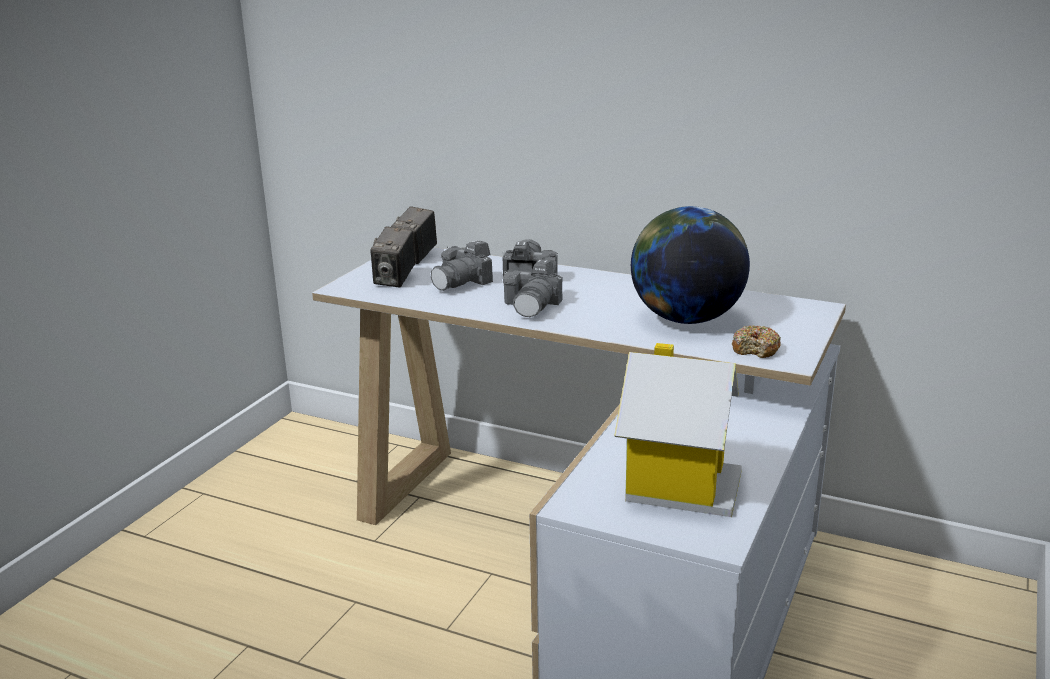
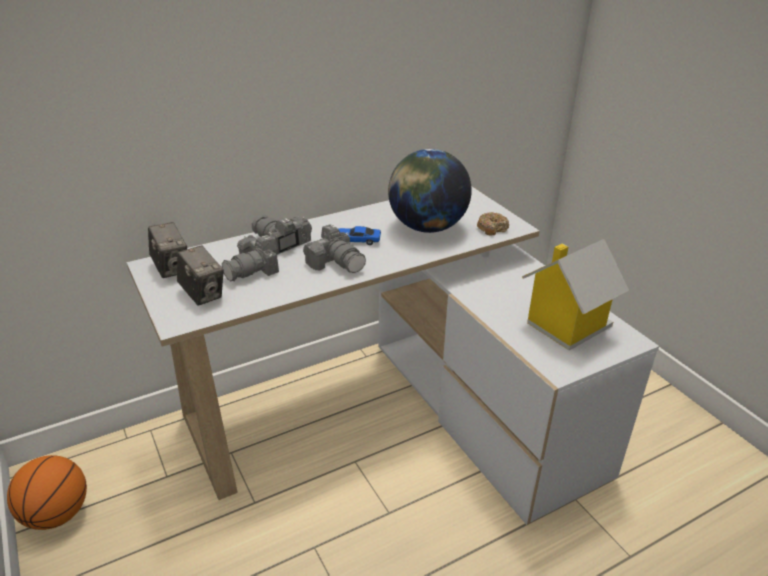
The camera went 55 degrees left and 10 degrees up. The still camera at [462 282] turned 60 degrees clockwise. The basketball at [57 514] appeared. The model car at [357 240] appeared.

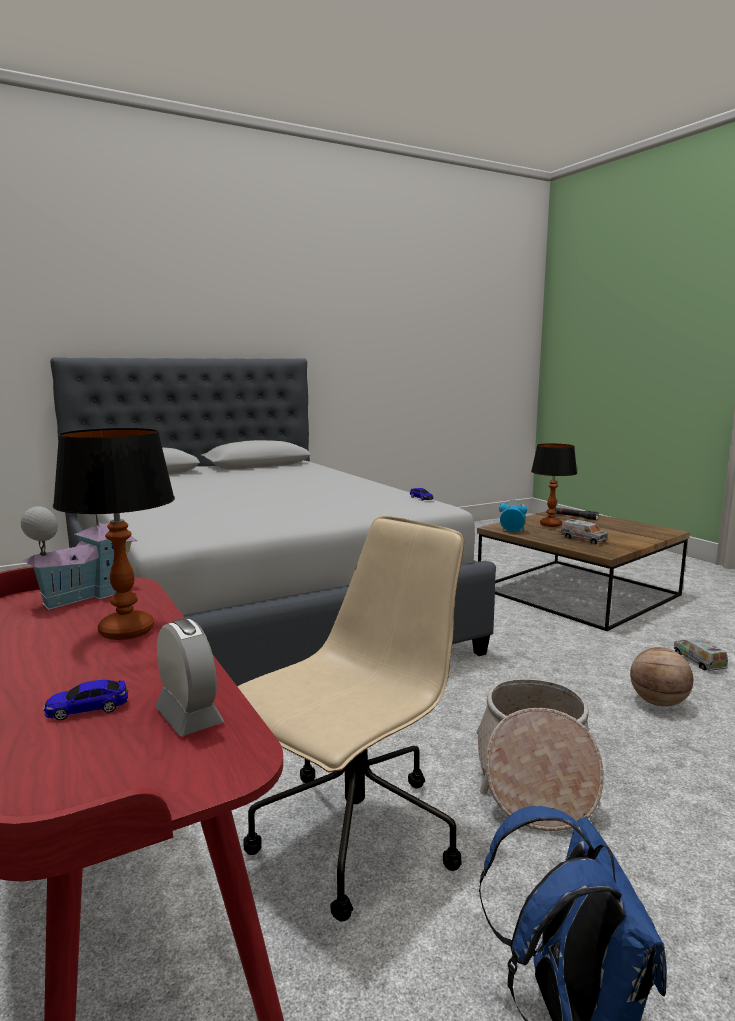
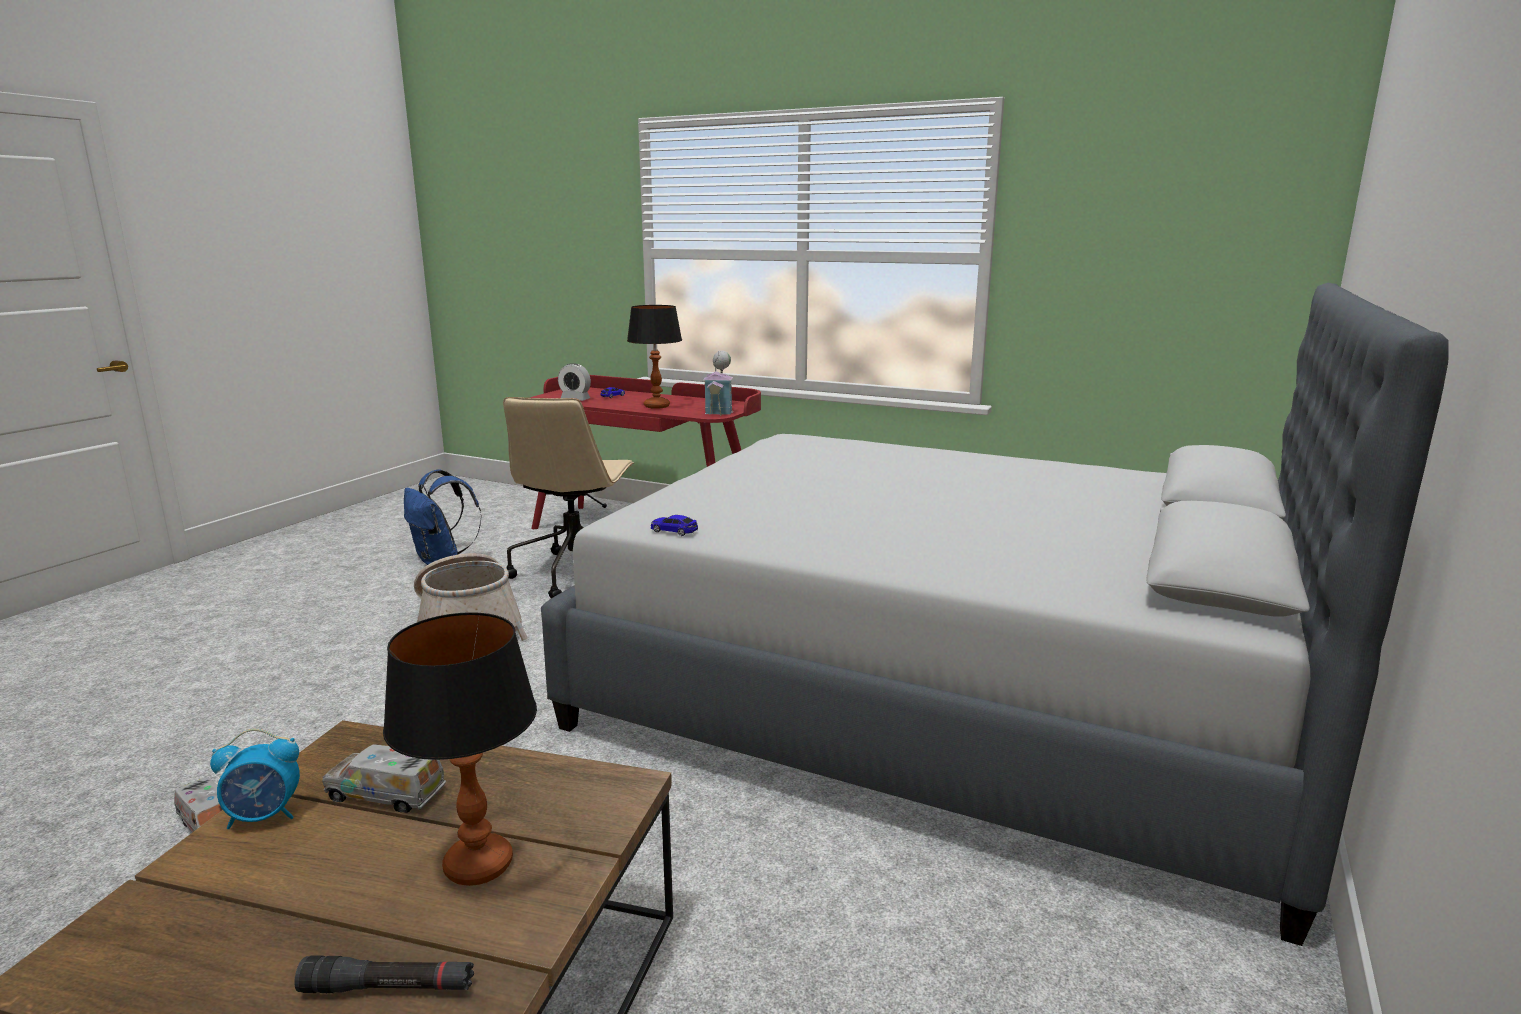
The camera went 145 degrees right and 5 degrees up. The alarm clock moved from [512 531] to [265 816]. The basketball at [658 702] disappeared.

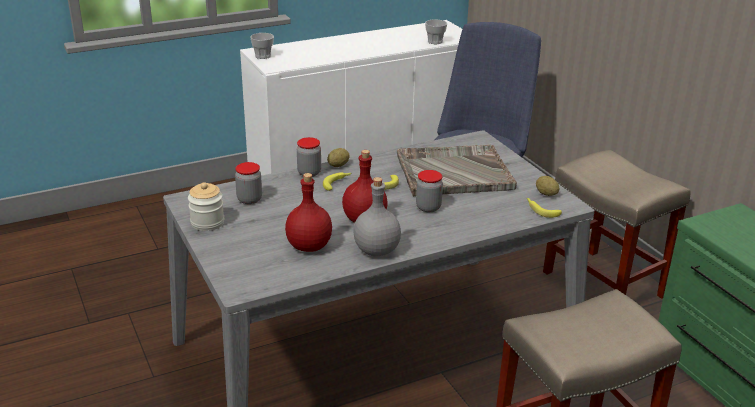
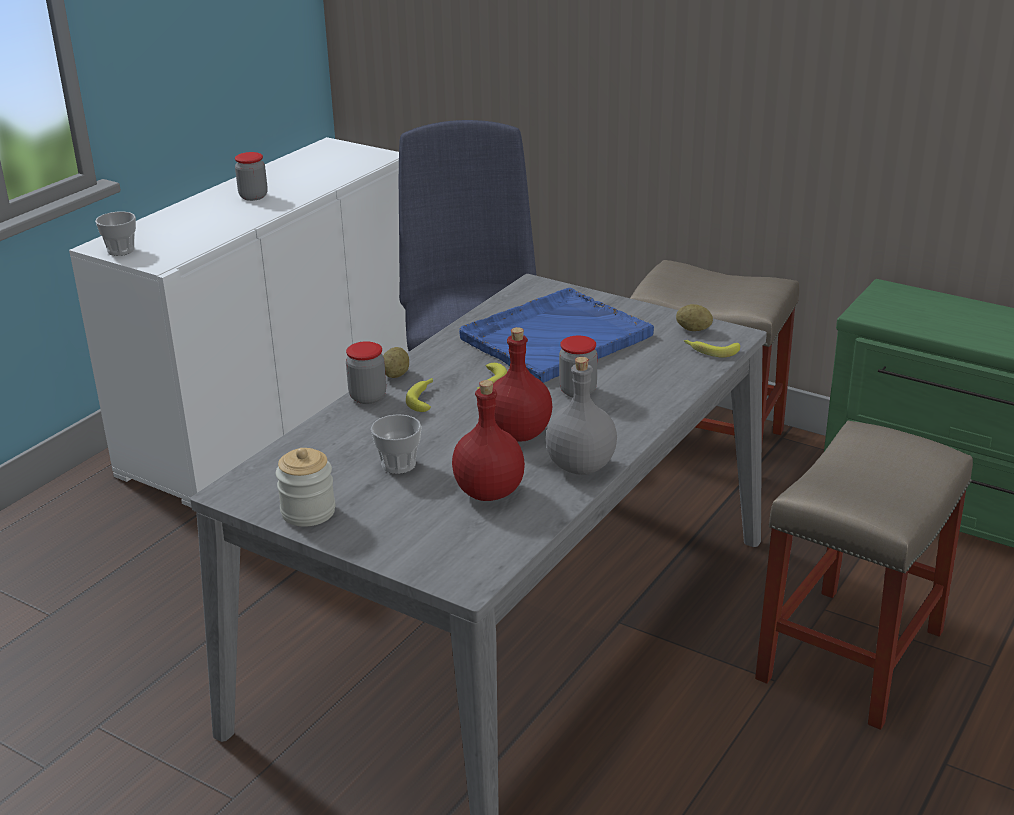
The camera went 30 degrees left and 0 degrees up. The jar moved from [249 199] to [253 196]. The tray (grey) at [453 172] became the tray (bluish) at [554 338]. The cup moved from [435 41] to [398 465].

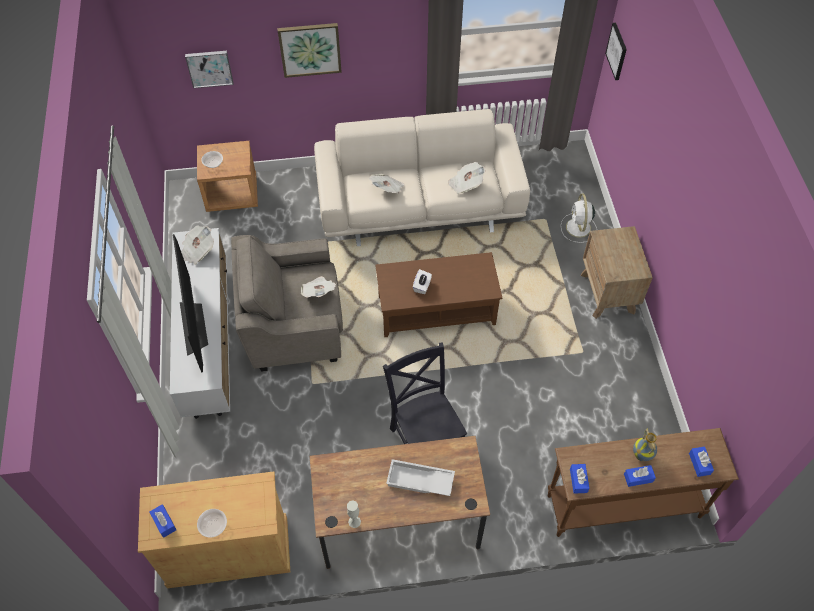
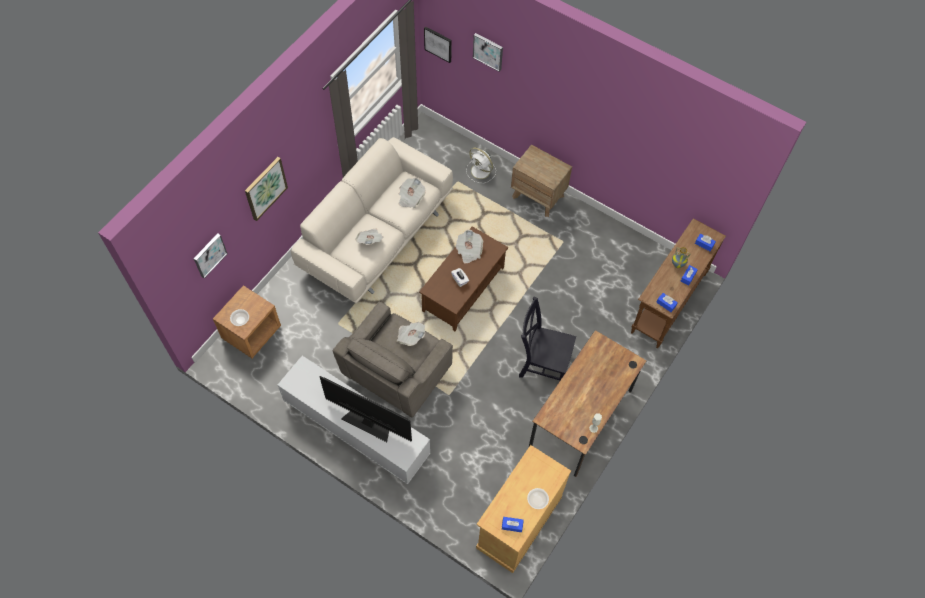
The camera went 50 degrees left and 5 degrees up. The printed paper moved from [197 251] to [469 251]. The tray (white-coloured) at [419 481] disappeared. The picture at [488 51] appeared.

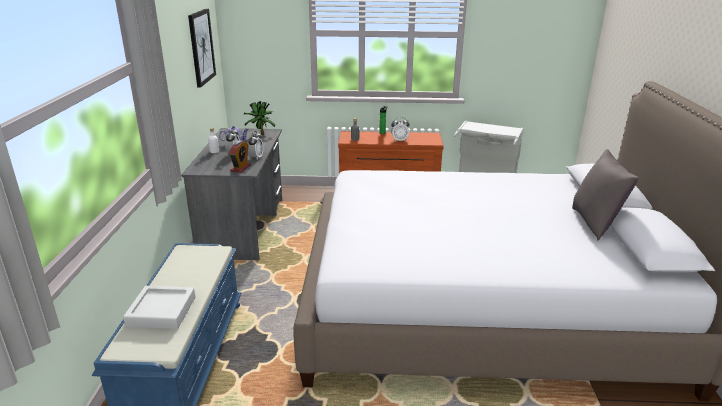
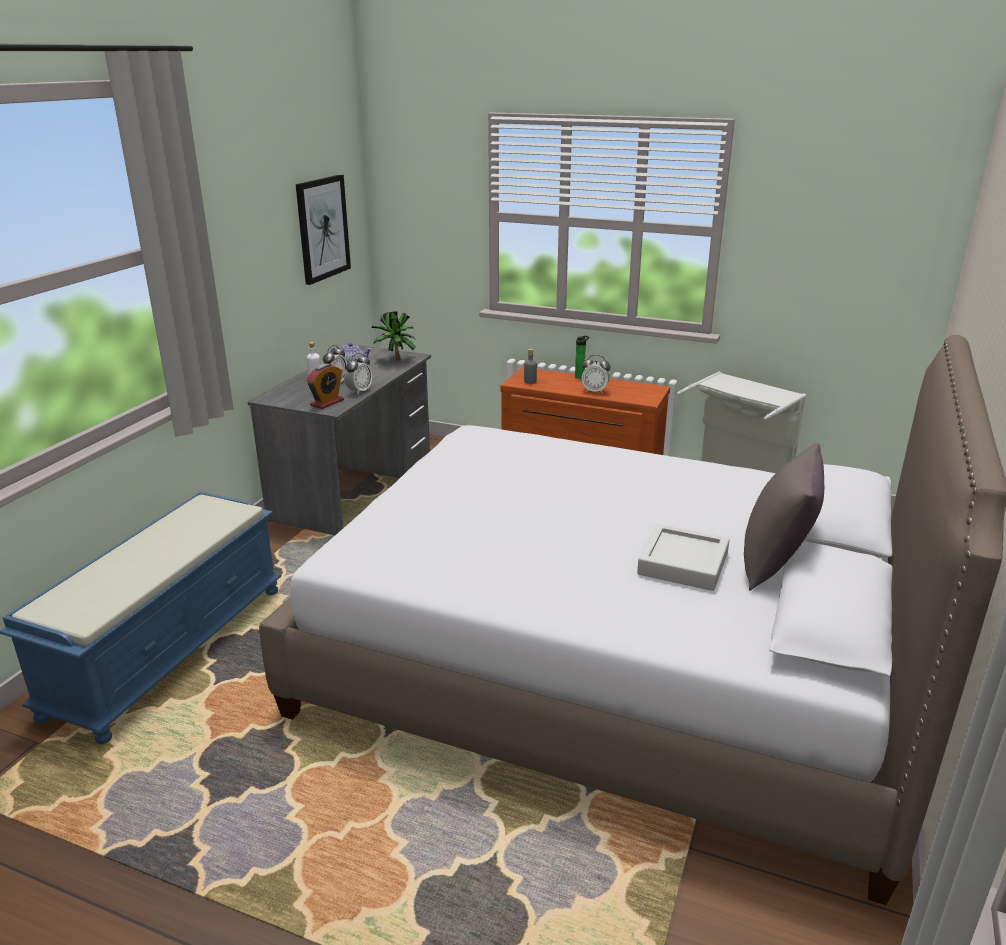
The camera went 20 degrees right and 0 degrees up. The tray (grey) moved from [161 311] to [683 564].

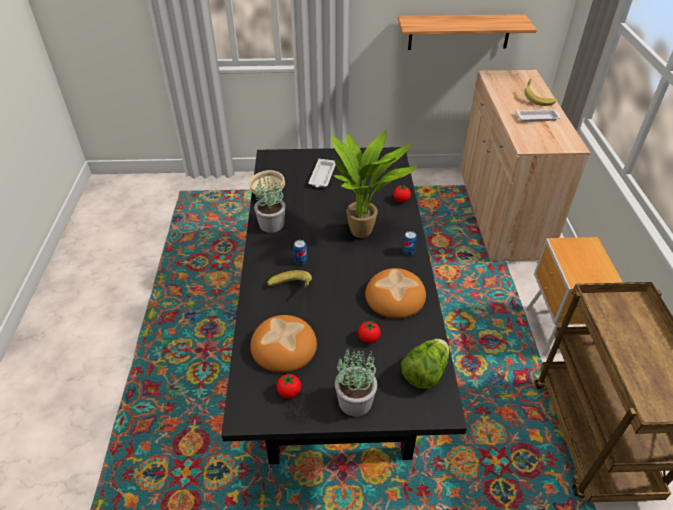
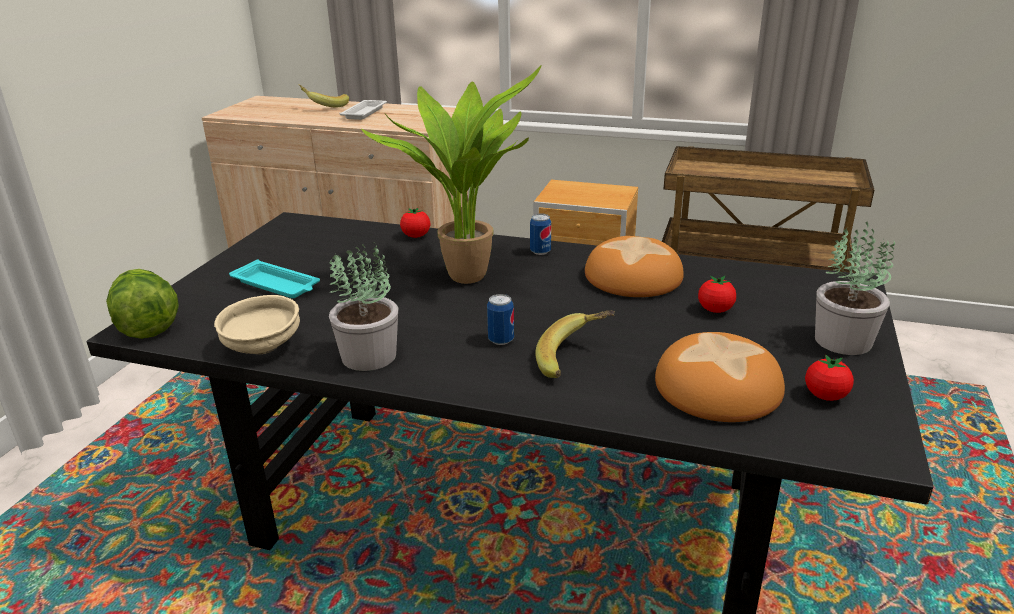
The camera went 70 degrees left and 15 degrees down. The tray (white-coloured) at [322 176] became the tray (turquoise) at [277 285]. The shelf at [459 32] disappeared. The head of lettuce moved from [425 373] to [146 326].

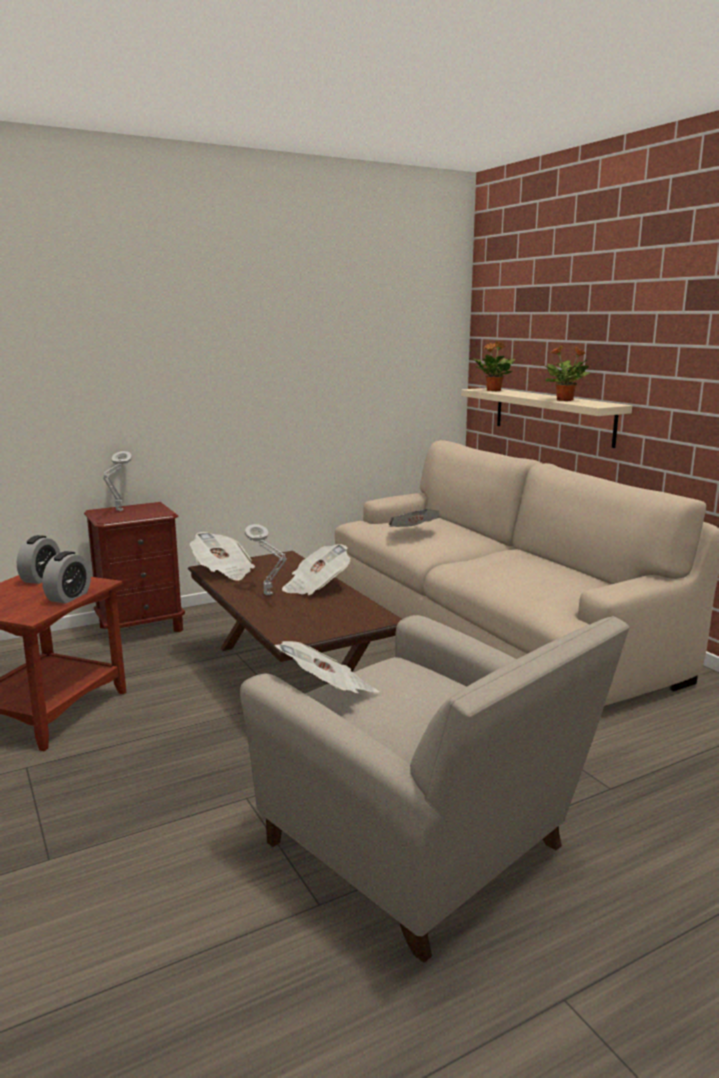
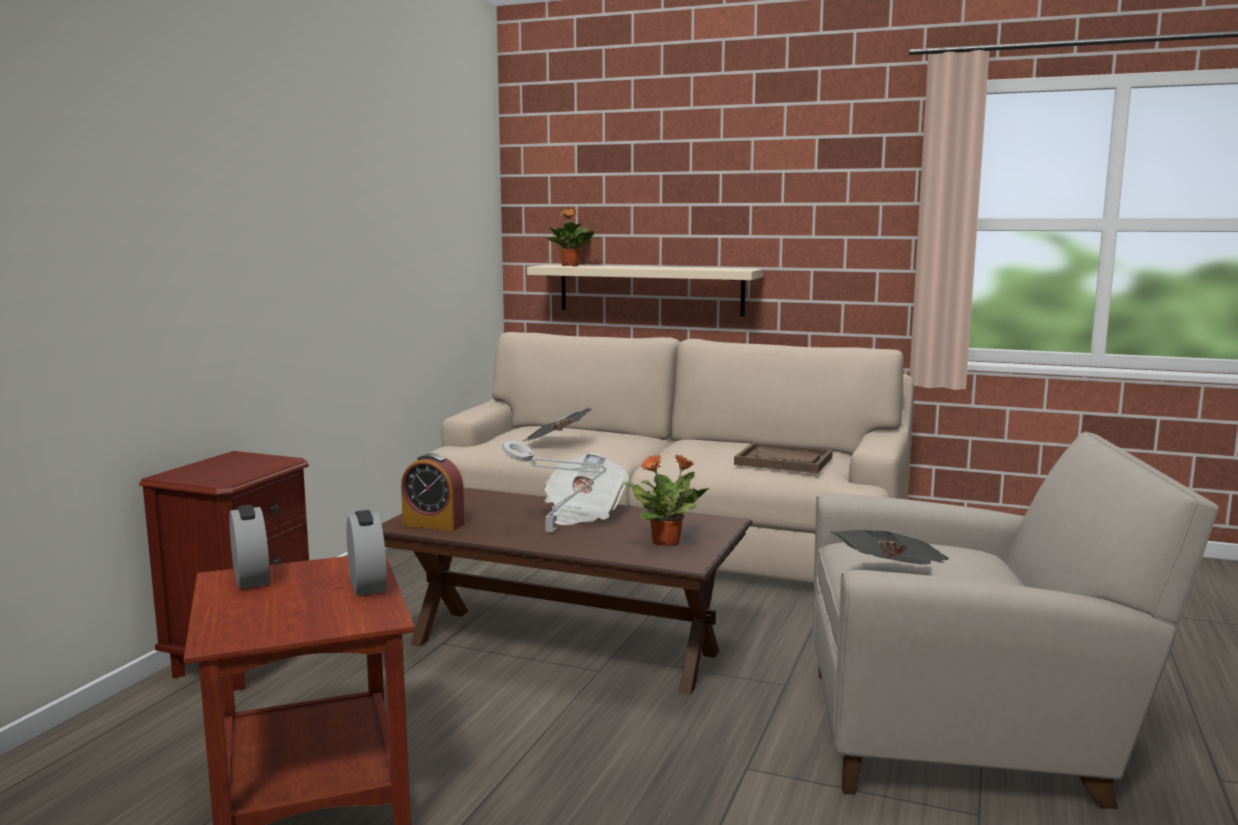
The camera went 40 degrees left and 5 degrees down. The lamp for a table (grey) at [119 511] disappeared. The printed paper at [223 572] was replaced by the alarm clock at [433 524]. The plant in a pot moved from [565 400] to [667 542]. The tray (brown-coloured) at [784 461] appeared.

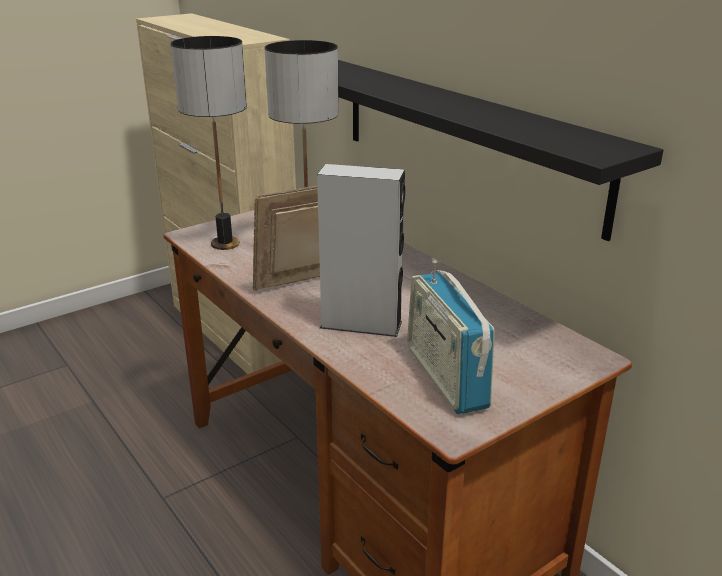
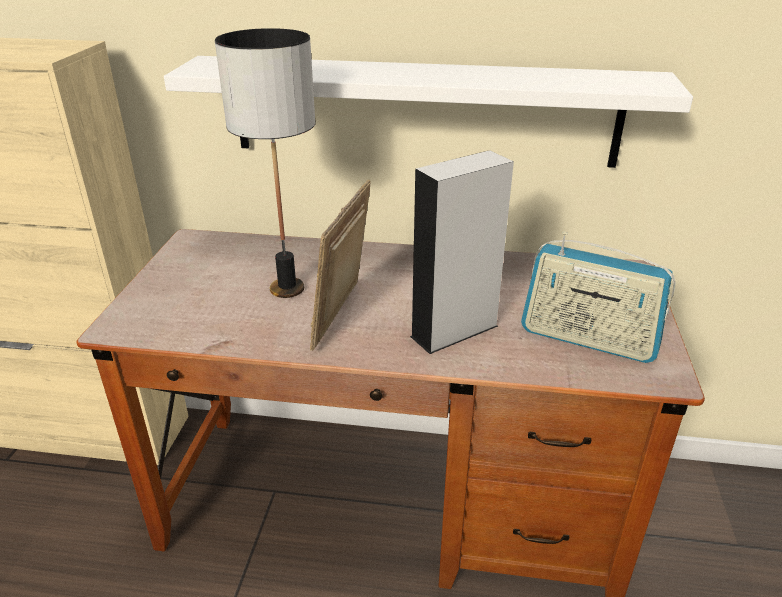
The camera went 45 degrees left and 5 degrees up. The lamp for a table at [224 244] disappeared. The shelf (blackish) at [463 139] became the shelf (white-coloured) at [423 111].

